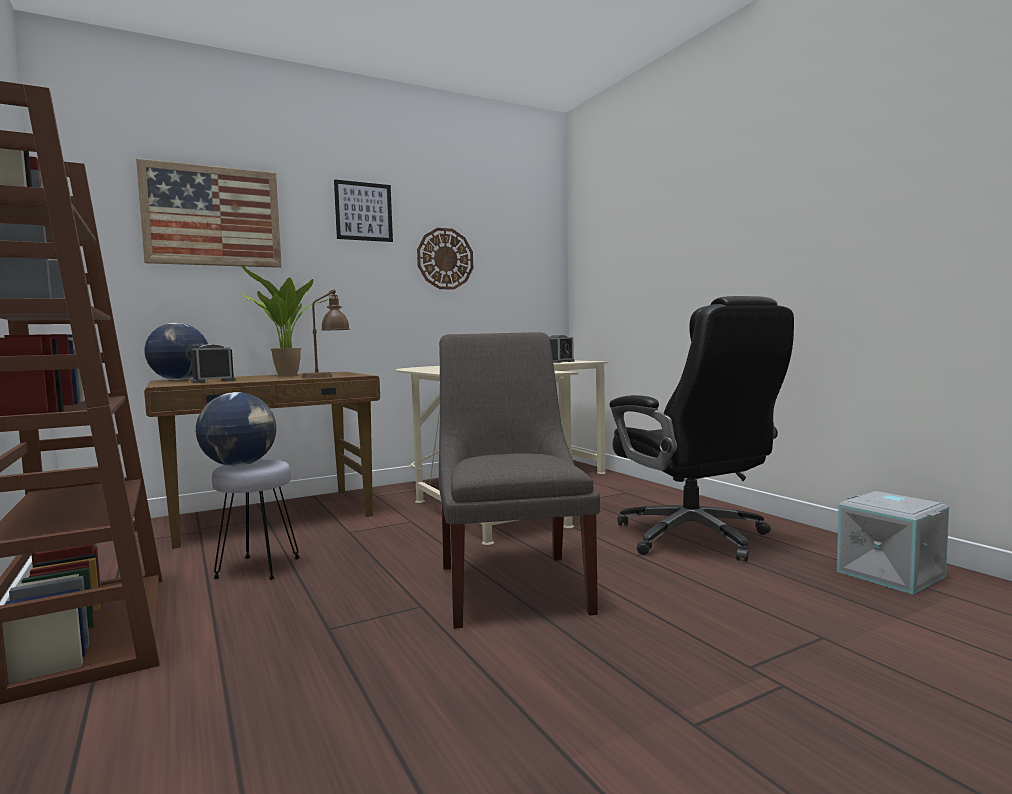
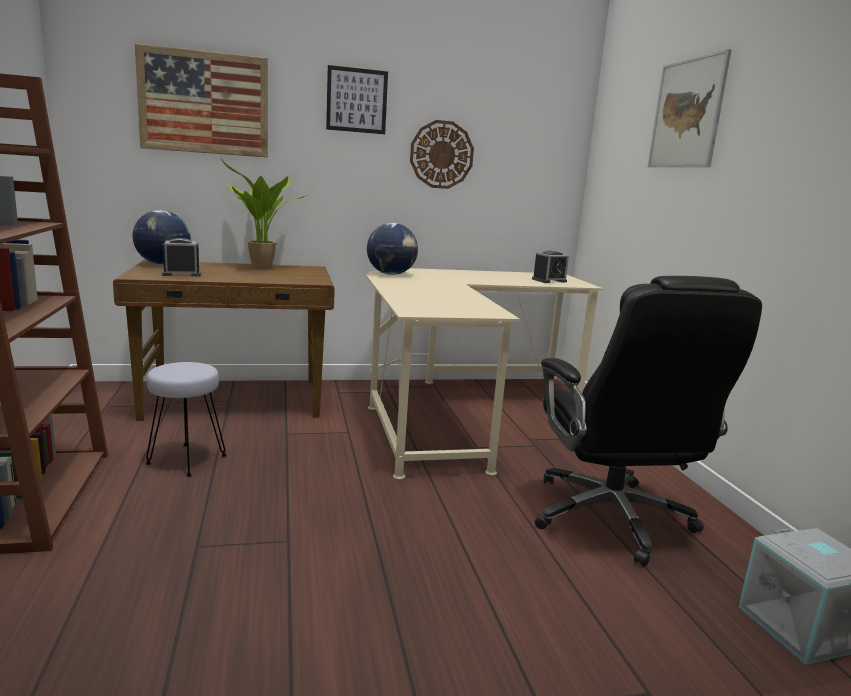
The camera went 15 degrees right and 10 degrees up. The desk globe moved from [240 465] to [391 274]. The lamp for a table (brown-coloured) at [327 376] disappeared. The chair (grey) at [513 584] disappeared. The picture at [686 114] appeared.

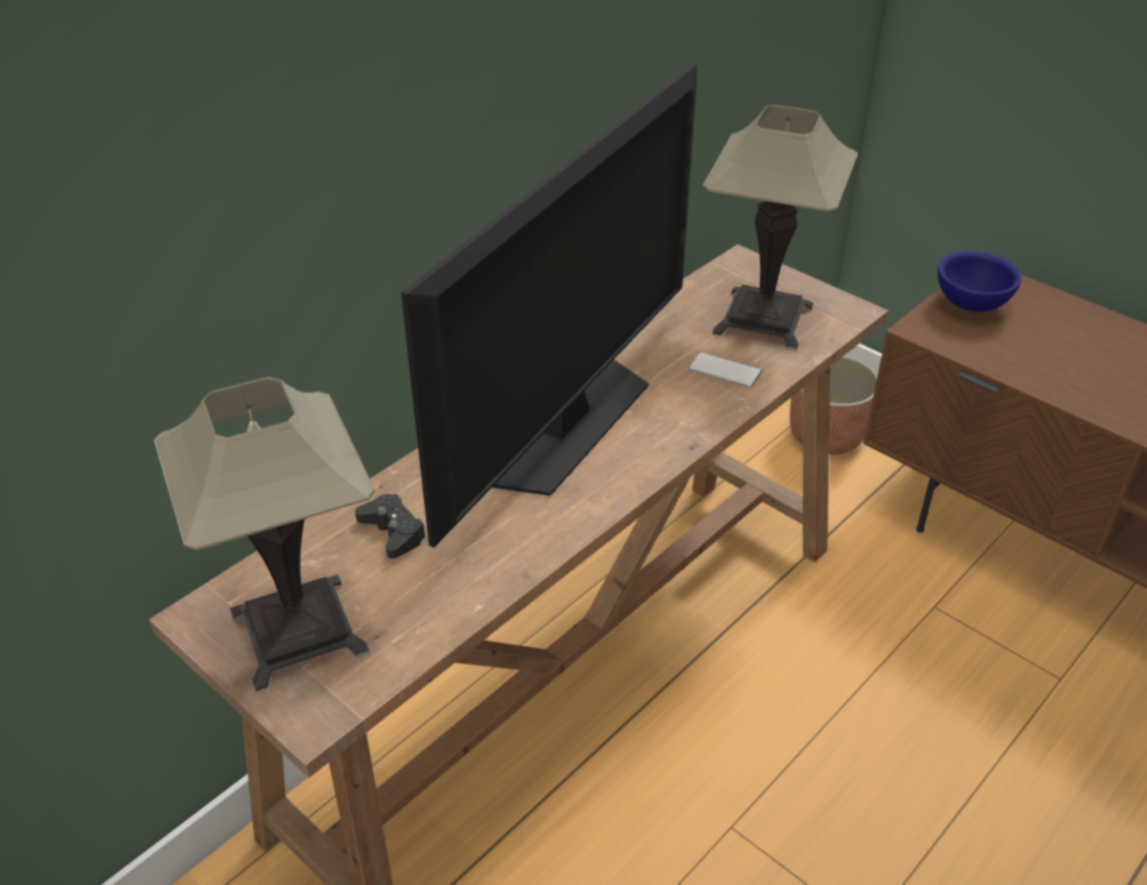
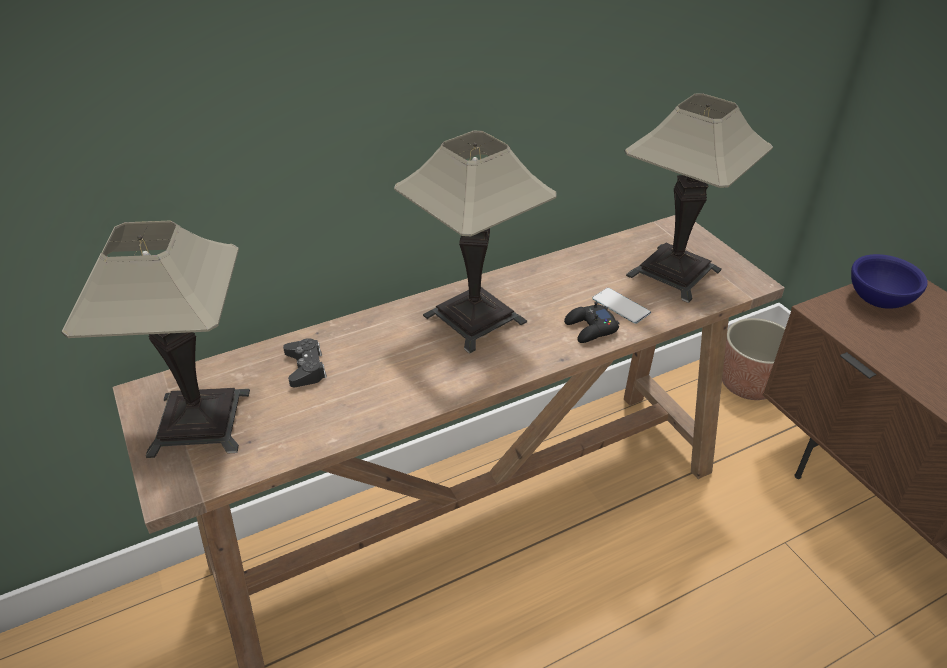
The camera went 20 degrees right and 0 degrees up. The TV set at [565 423] was replaced by the lamp for a table at [474 318]. The gamepad (blackish) at [590 328] appeared.

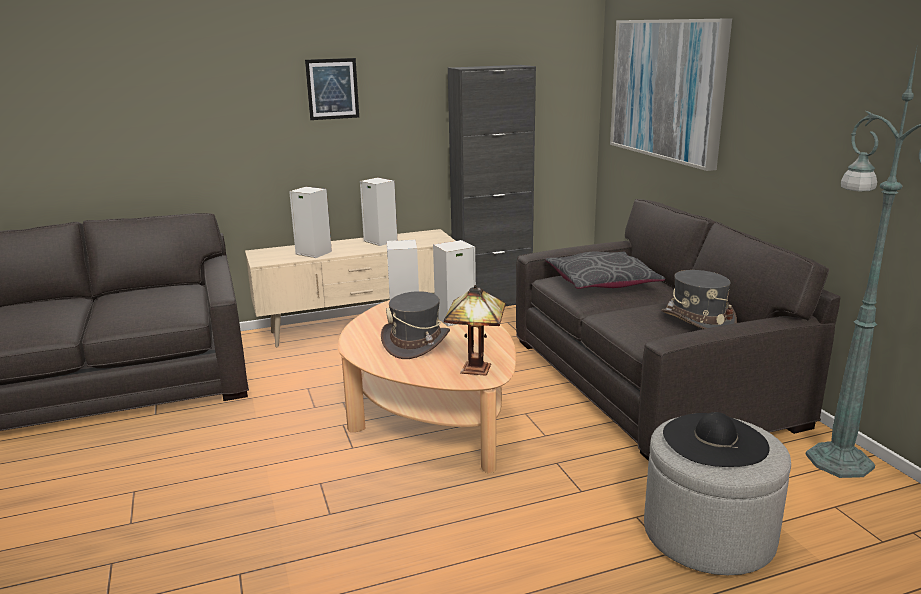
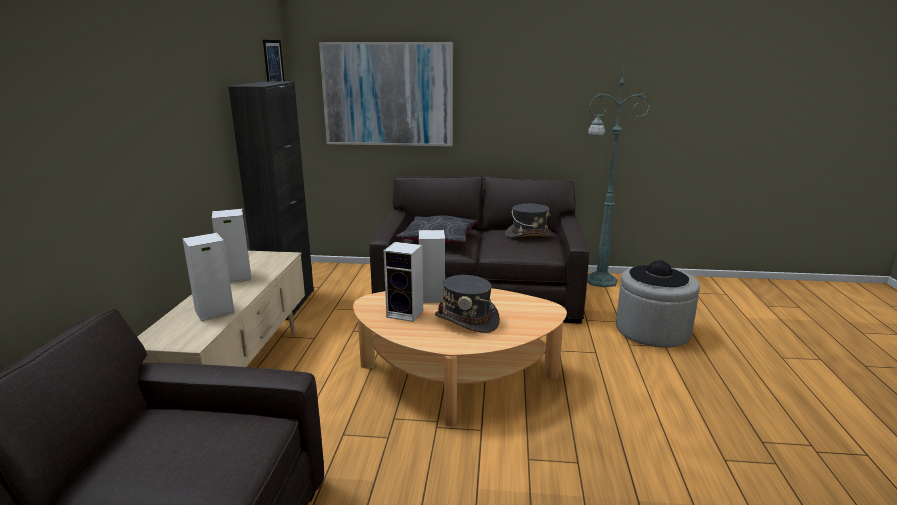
The camera went 65 degrees left and 0 degrees up. The picture moved from [332 89] to [273 65]. The lamp for a table at [474 368] disappeared.

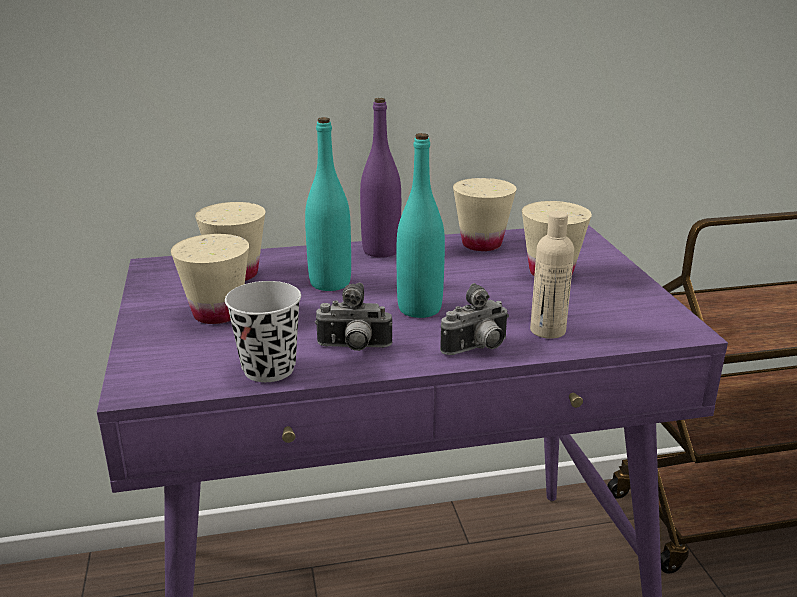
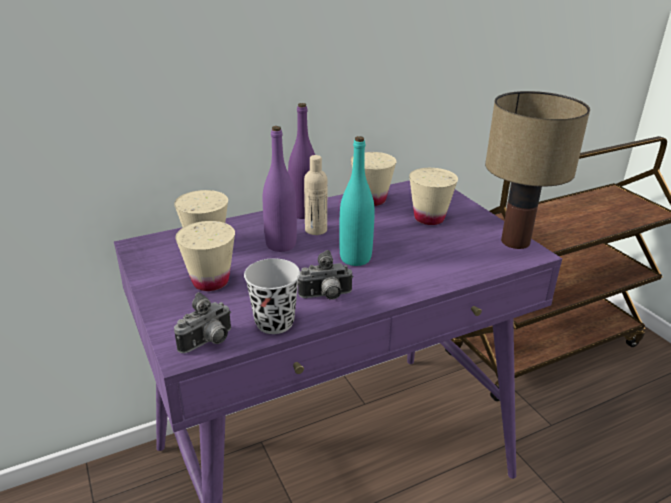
The camera went 15 degrees left and 5 degrees up. The beverage bottle (turquoise) at [330 283] became the beverage bottle (purple-coloured) at [281 245]. The still camera moved from [477 349] to [208 343]. The beverage bottle (beige-coloured) moved from [547 330] to [316 230]. The lamp for a table at [514 241] appeared.

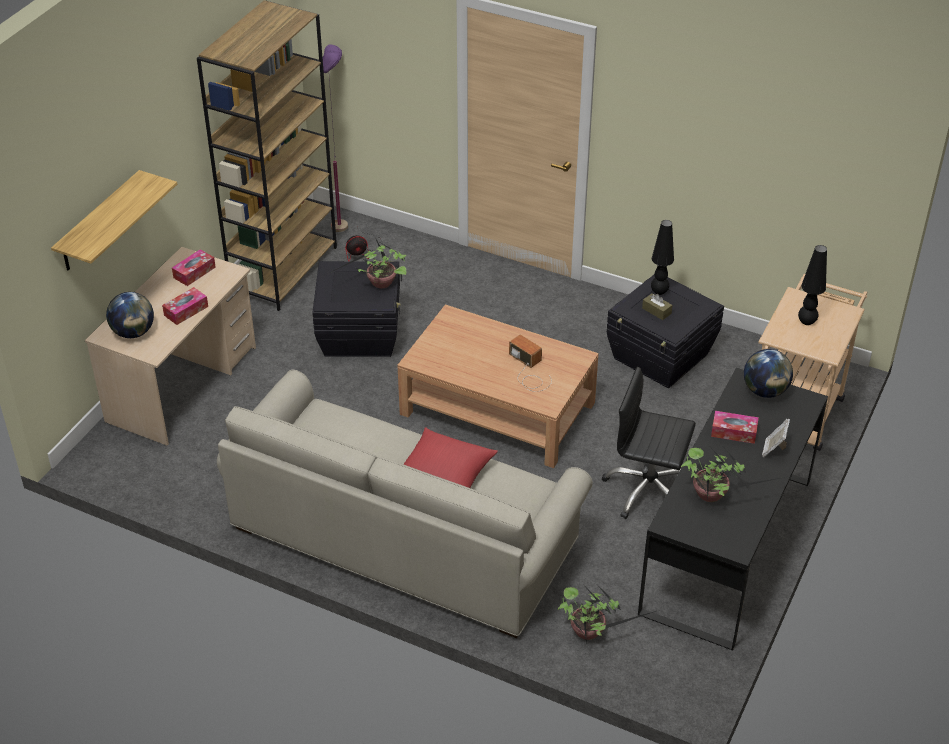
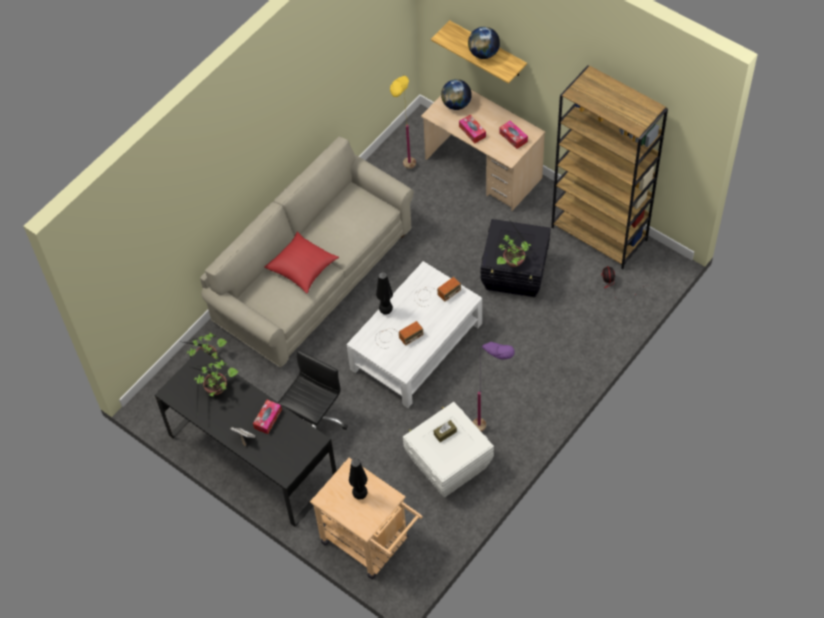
The camera went 105 degrees right and 15 degrees up. The standard lamp (purple-coloured) moved from [341 222] to [491 430]. The coffee table (brown-coloured) at [496 408] became the coffee table (white-coloured) at [416 345]. The storage box (blackish) at [661 357] became the storage box (white-coloured) at [448 464]. The lamp for a table (blackish) moved from [659 292] to [386 311]. The desk globe moved from [765 391] to [483 53]. The standard lamp (yellowish) at [406 175] appeared. The radio at [435 294] appeared.

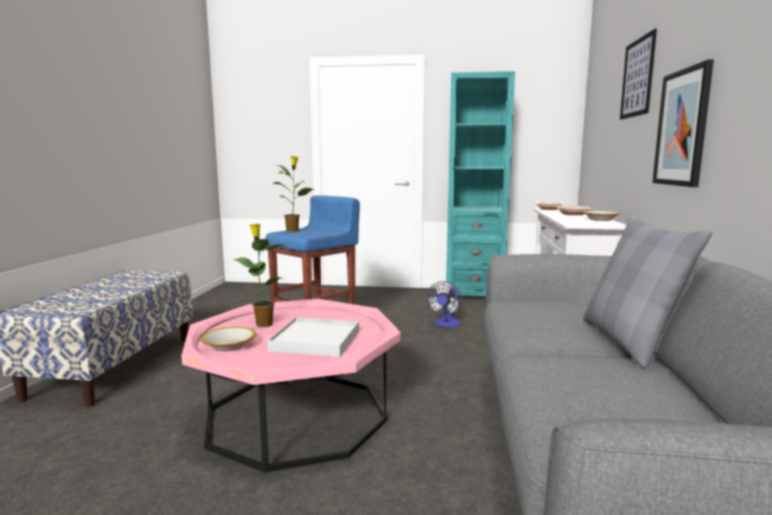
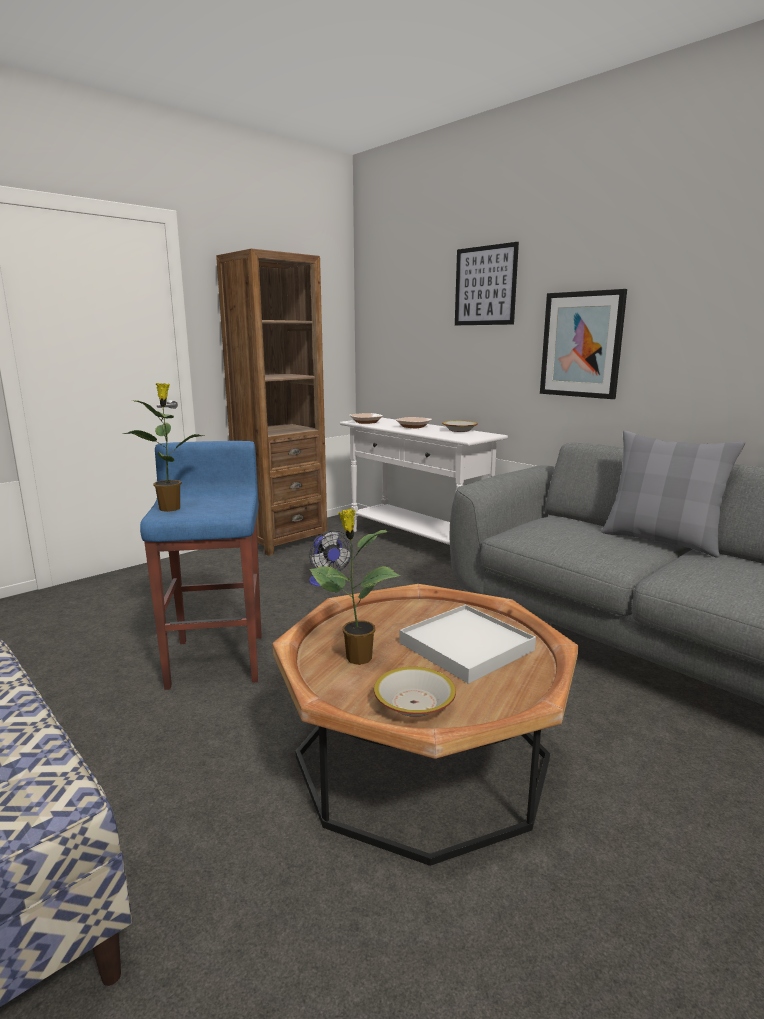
The camera went 50 degrees left and 5 degrees up. The coffee table (pinkish) at [296 415] became the coffee table (brown-coloured) at [422 758]. The bookshelf (turquoise) at [473 295] became the bookshelf (brown-coloured) at [282 540].

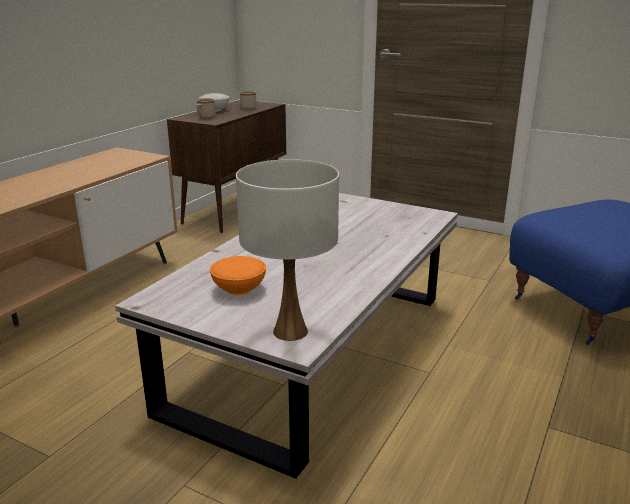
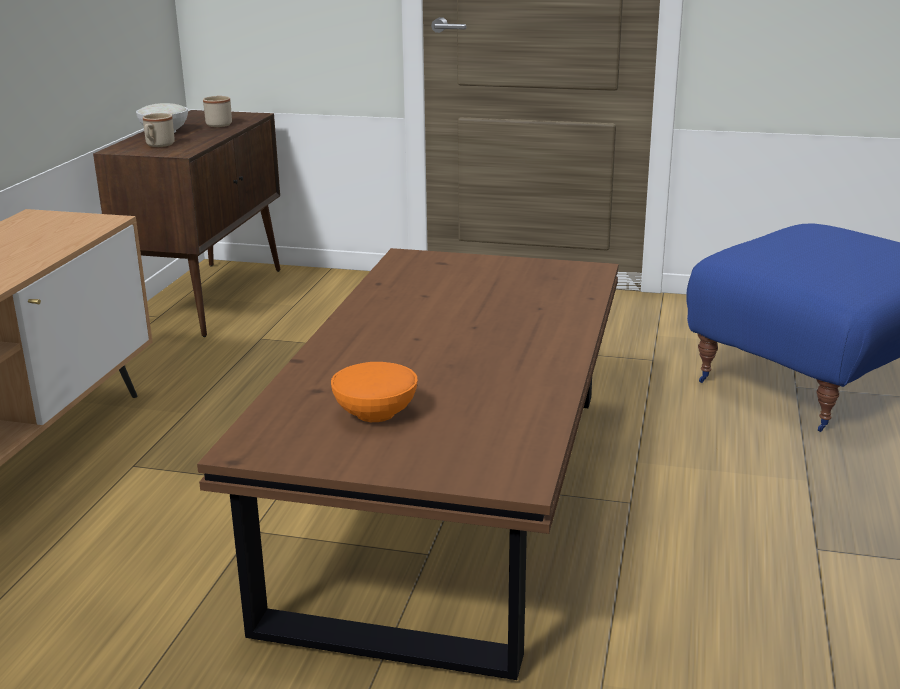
The camera went 15 degrees left and 0 degrees up. The coffee table (white-coloured) at [315 351] became the coffee table (brown-coloured) at [452 499]. The lamp for a table (white-coloured) at [290 331] disappeared.

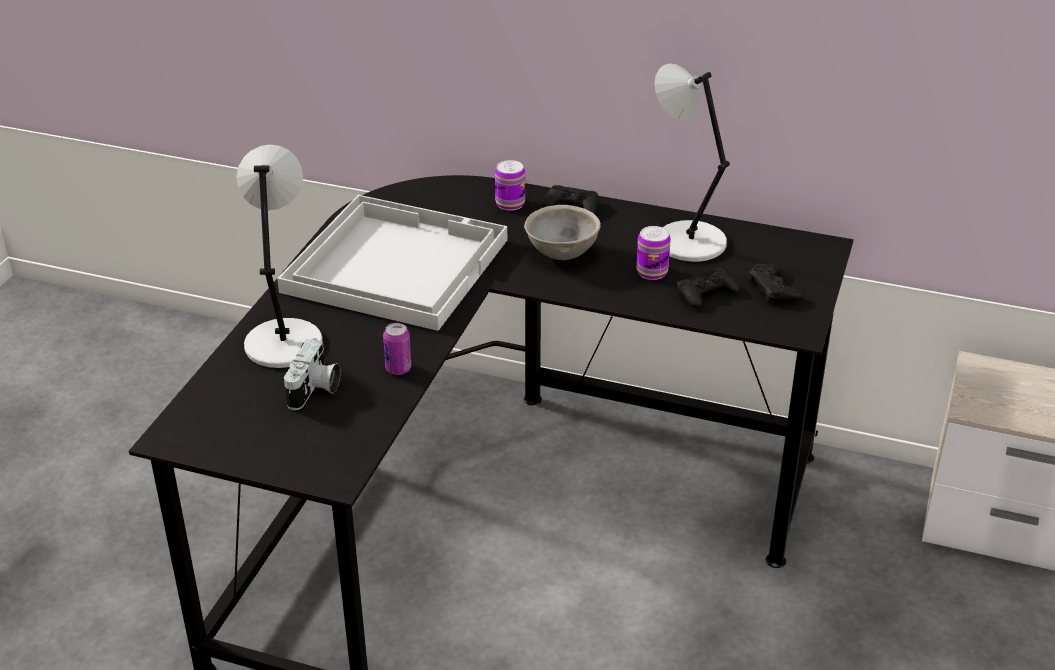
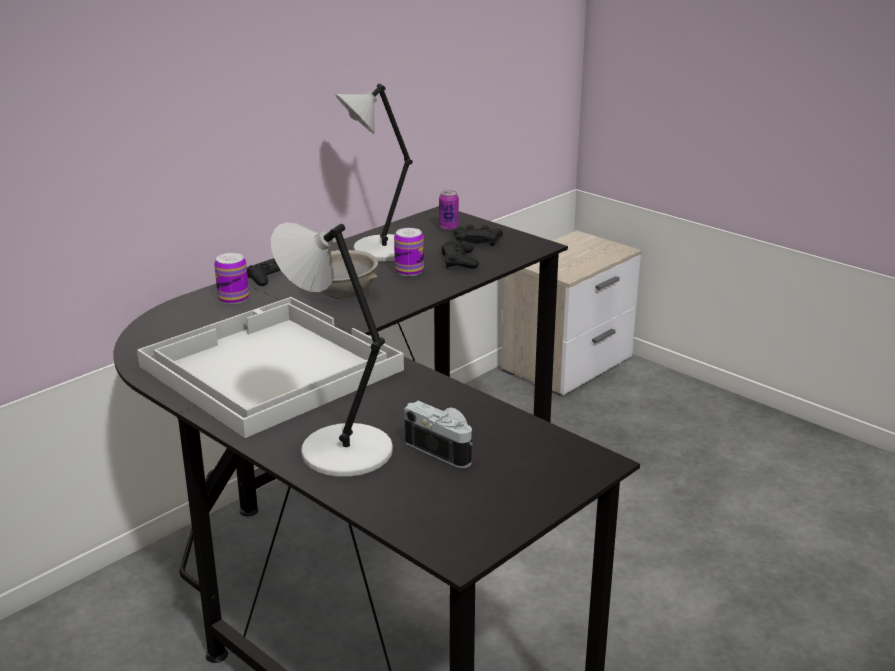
The camera went 65 degrees left and 10 degrees down. The metal can moved from [398 368] to [448 228].

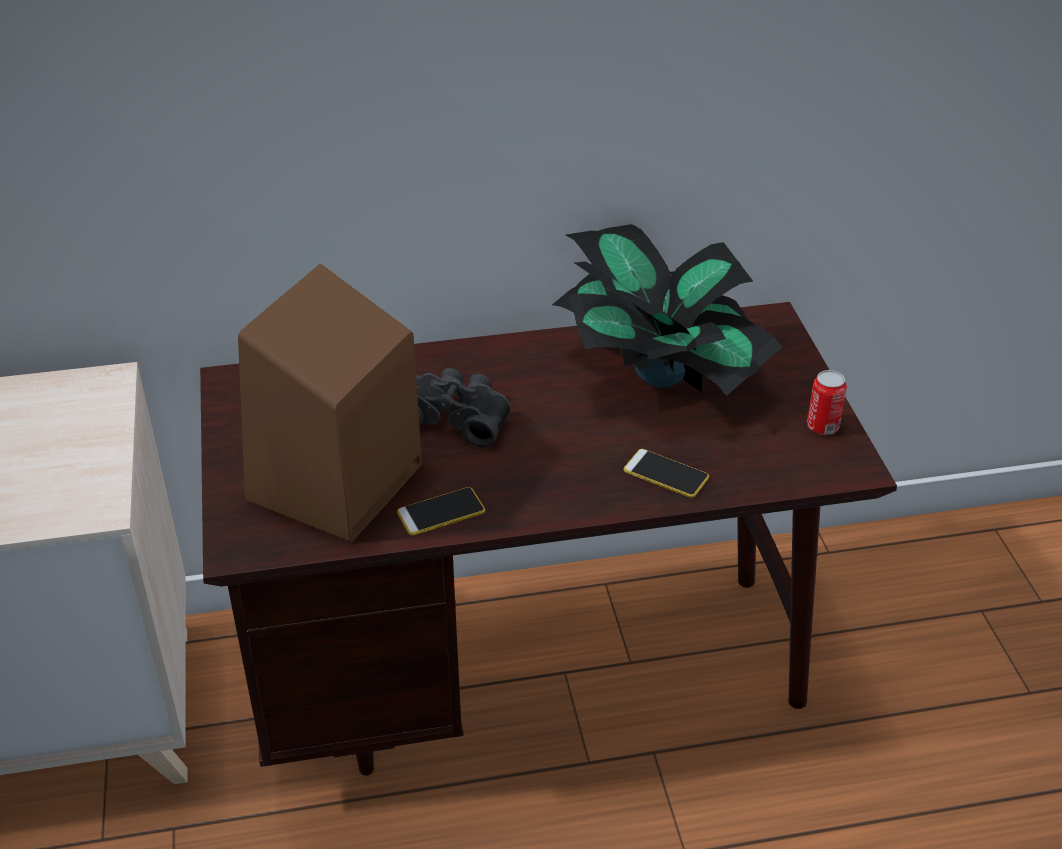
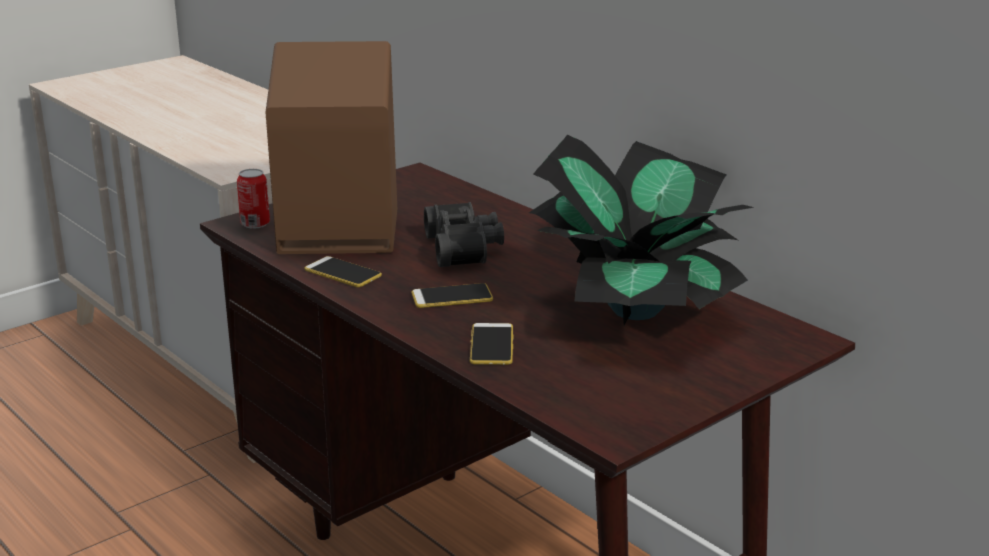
The camera went 60 degrees right and 15 degrees down. The metal can moved from [822 426] to [255 224]. The telephone at [452 297] appeared.

